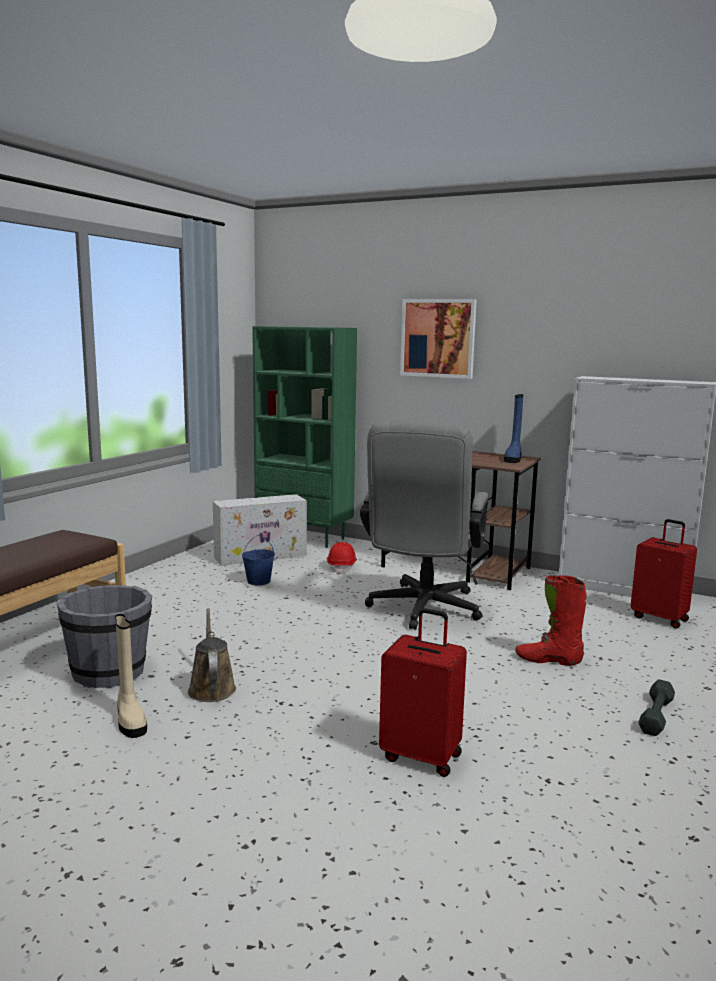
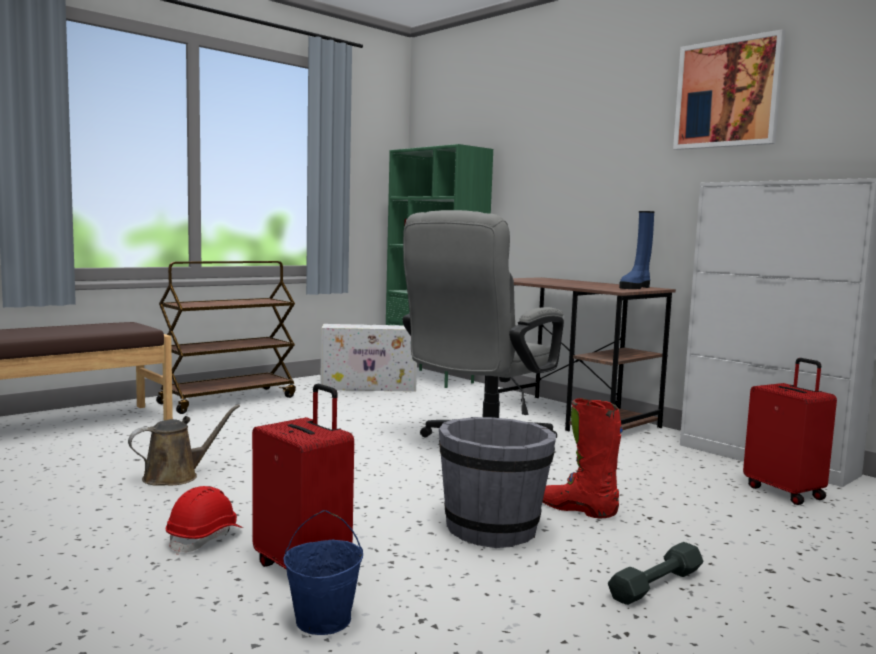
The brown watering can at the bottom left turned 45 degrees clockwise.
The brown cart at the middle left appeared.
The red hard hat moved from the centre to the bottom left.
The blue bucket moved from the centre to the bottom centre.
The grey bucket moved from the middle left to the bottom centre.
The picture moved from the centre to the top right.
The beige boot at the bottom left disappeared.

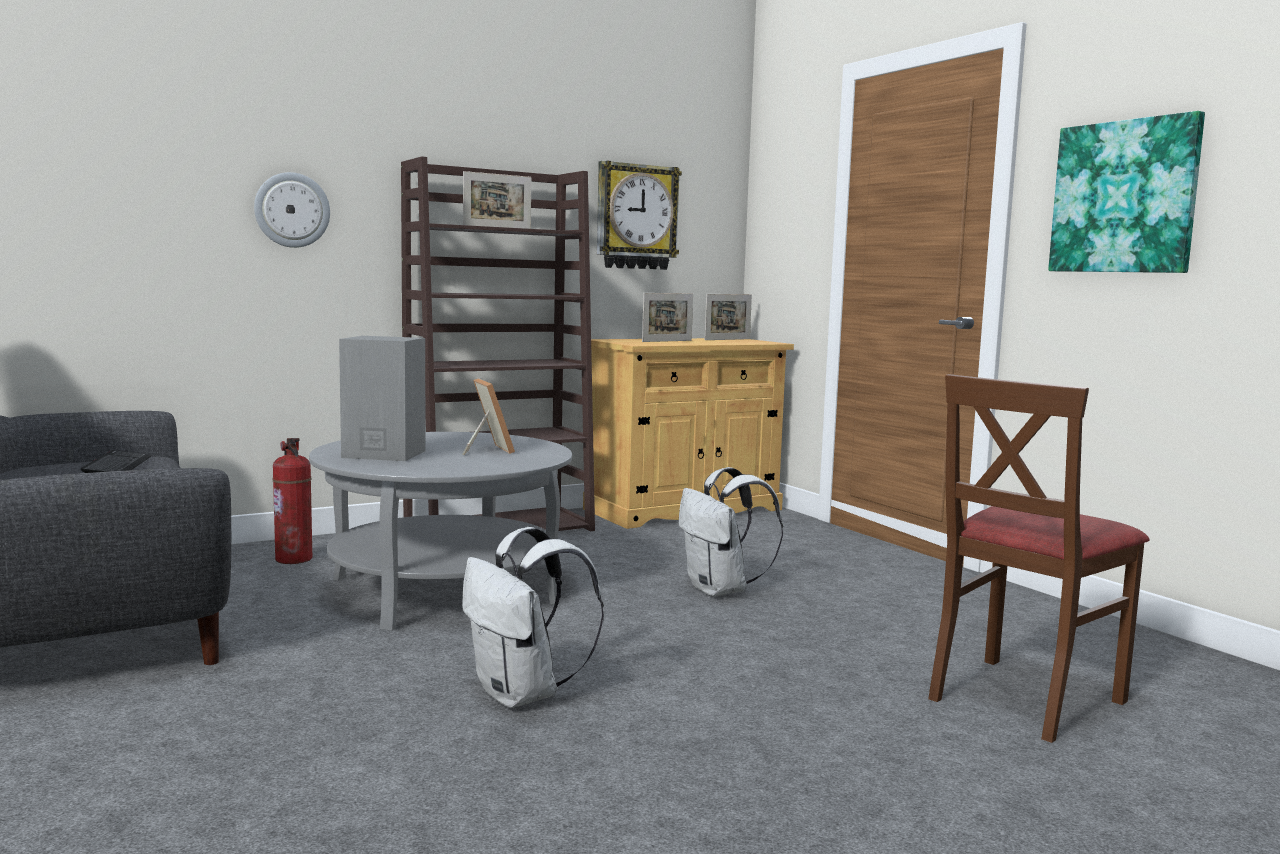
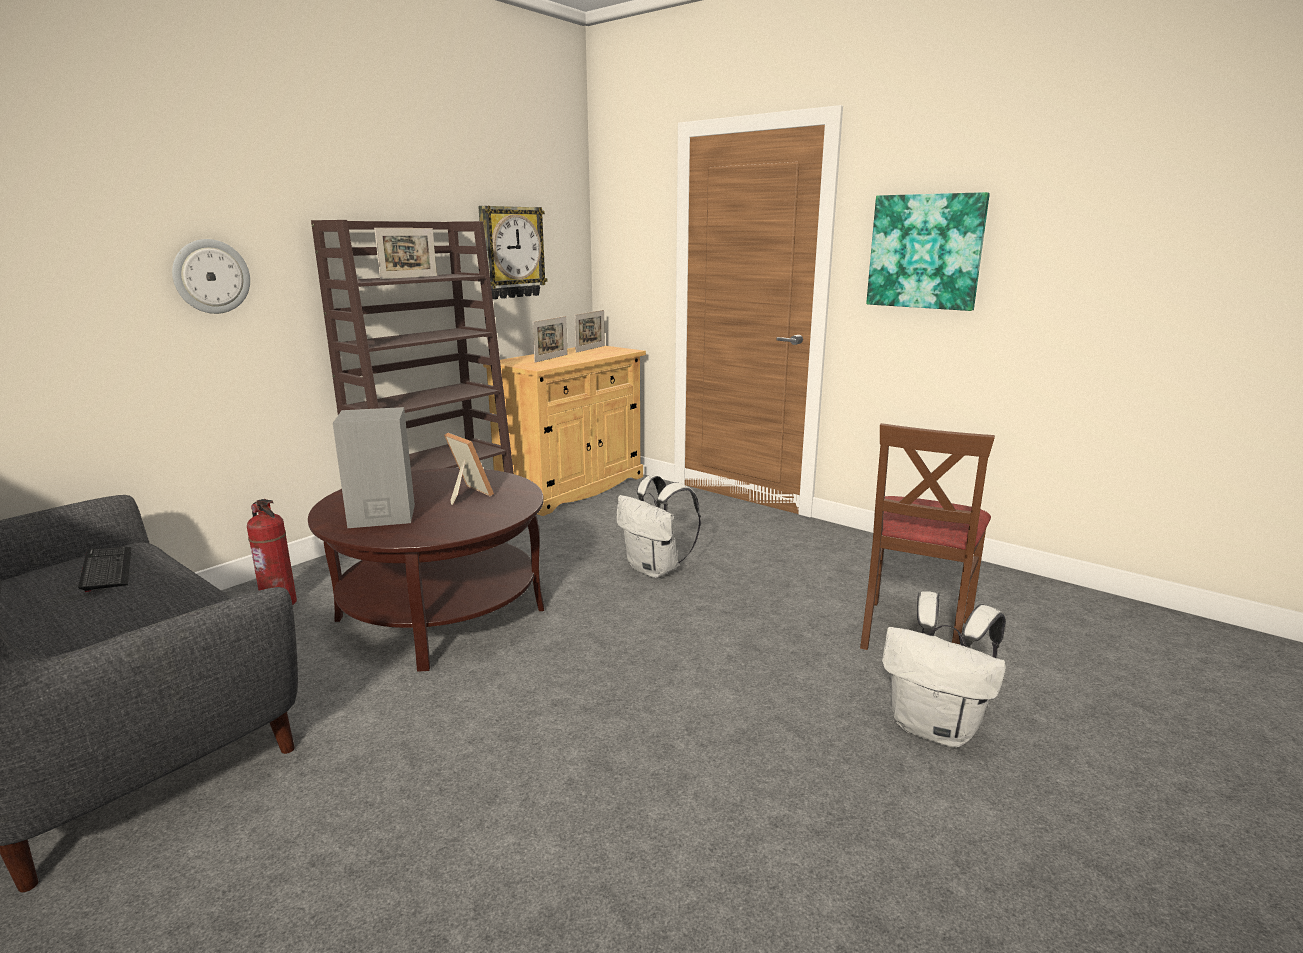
The grey coffee table at the centre became the brown coffee table at the middle left.
The white backpack (no. 1 from left in the first image) moved from the bottom centre to the bottom right.

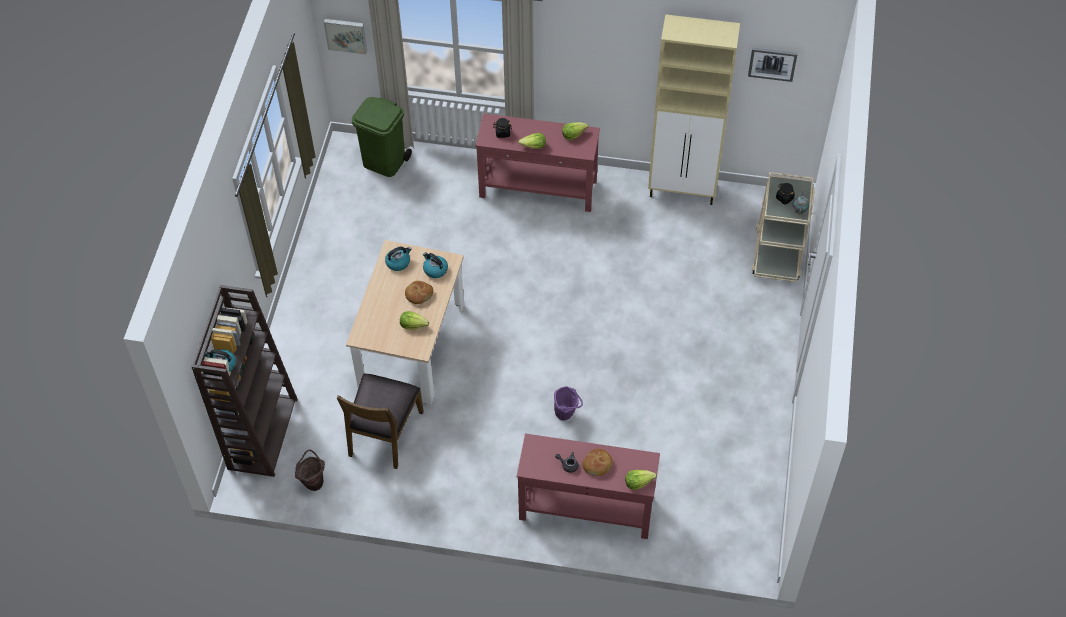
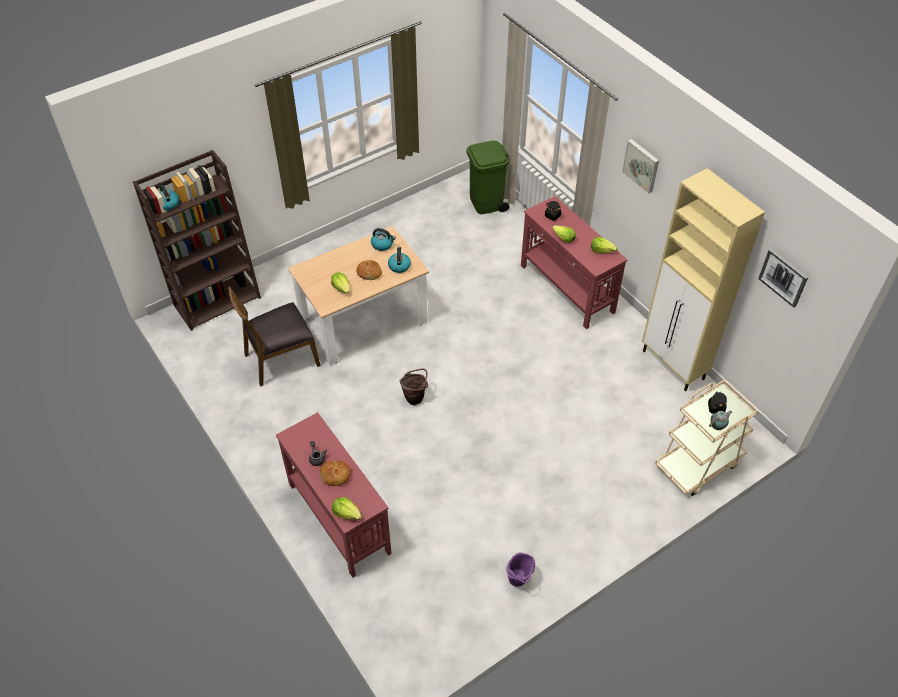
The brown bucket moved from the bottom left to the centre.
The purple bucket moved from the centre to the bottom centre.
The picture (no. 1 from left) moved from the top left to the top right.

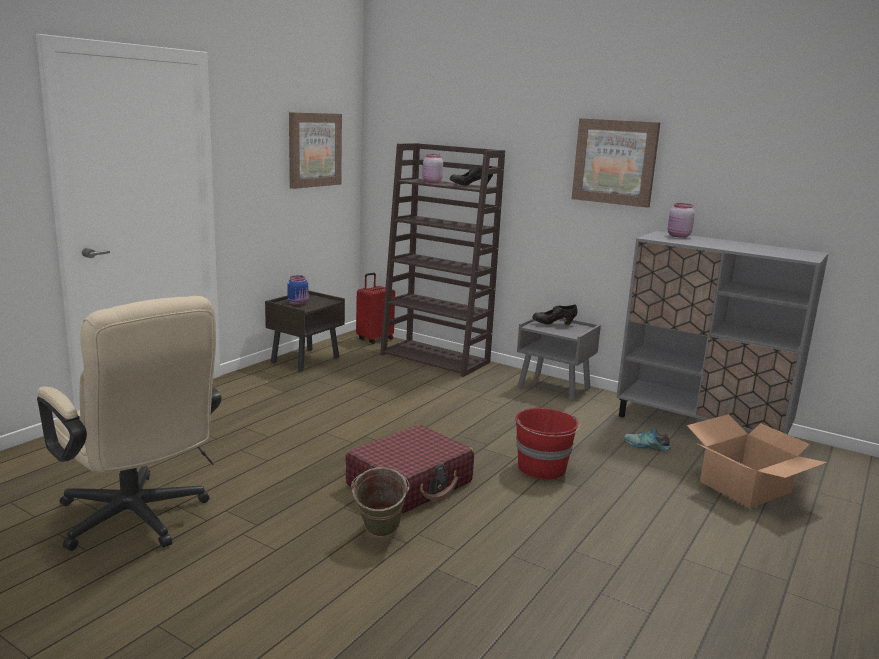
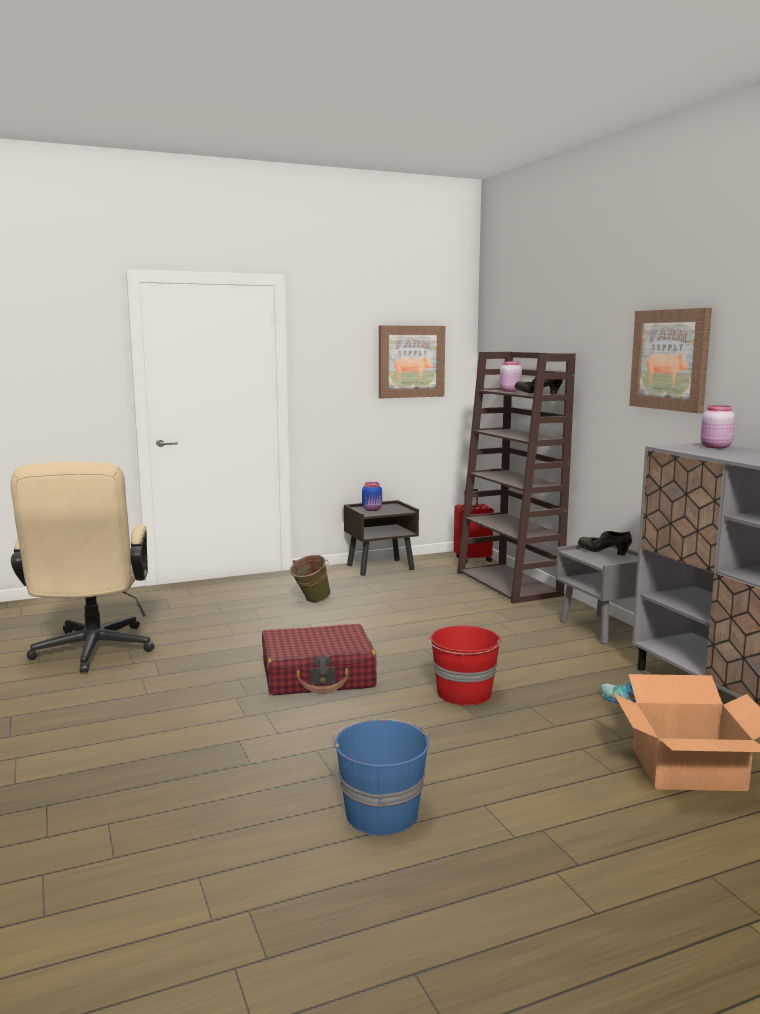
The green bucket moved from the bottom centre to the centre.
The blue bucket at the bottom centre appeared.

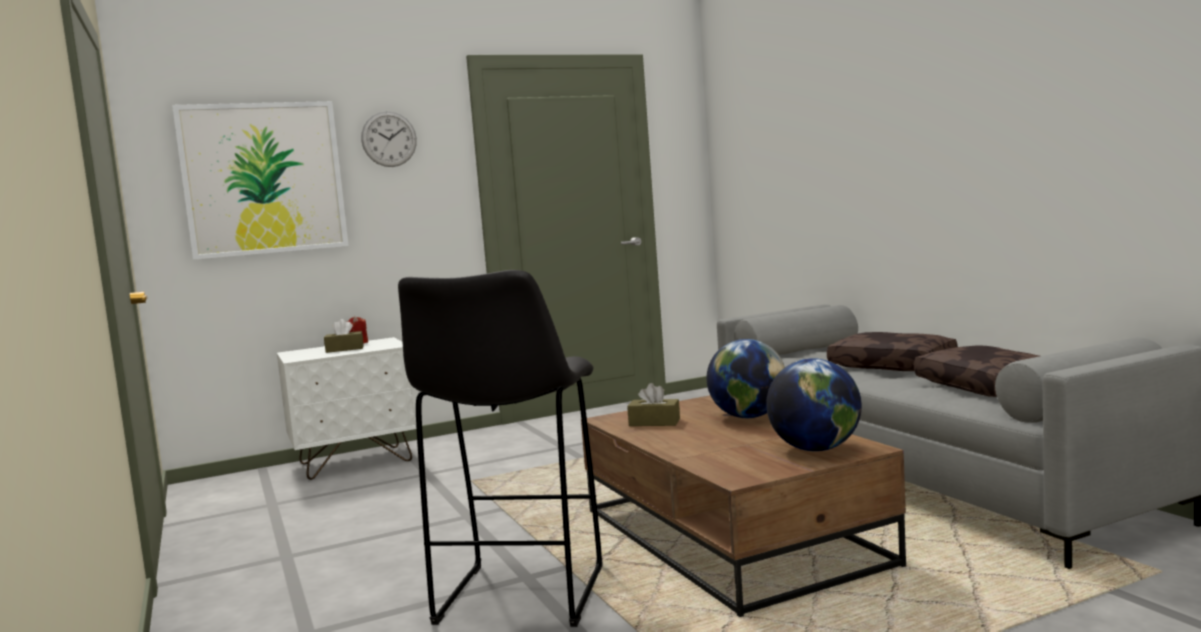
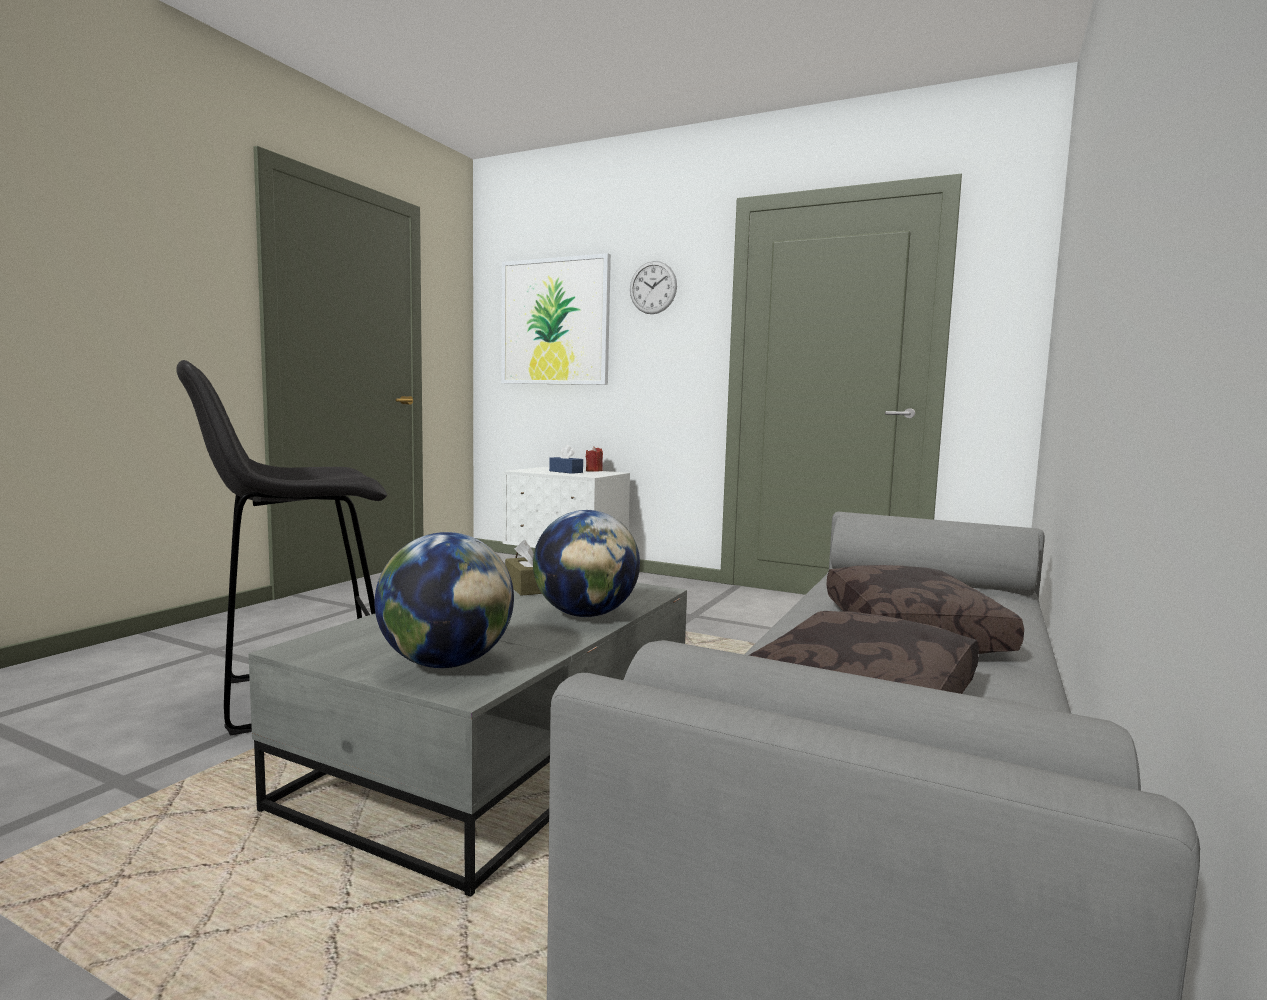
The brown coffee table at the bottom centre became the grey coffee table at the bottom centre.
The brown tissue box (no. 1 from left) at the middle left became the blue tissue box at the centre.

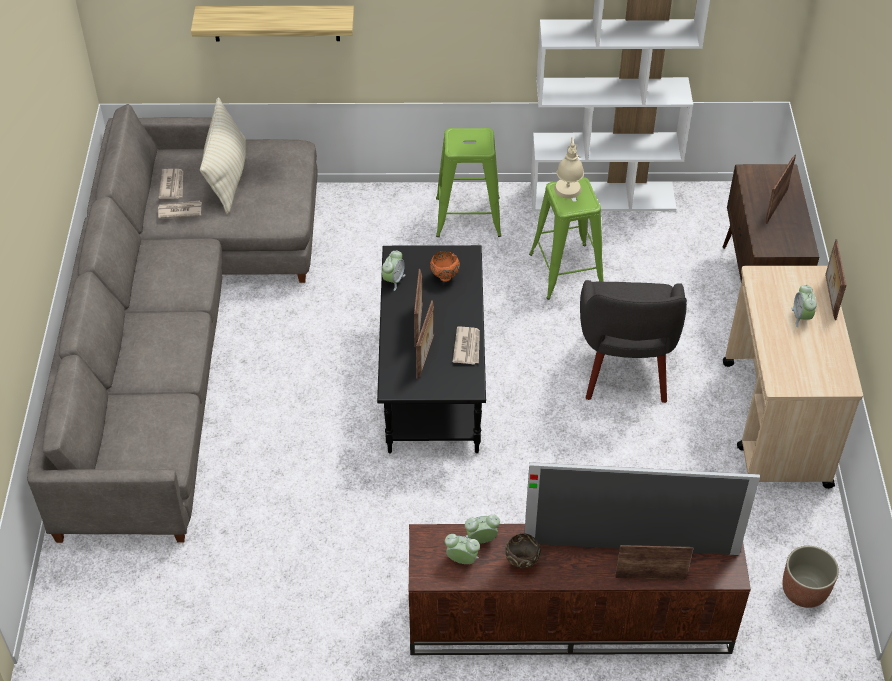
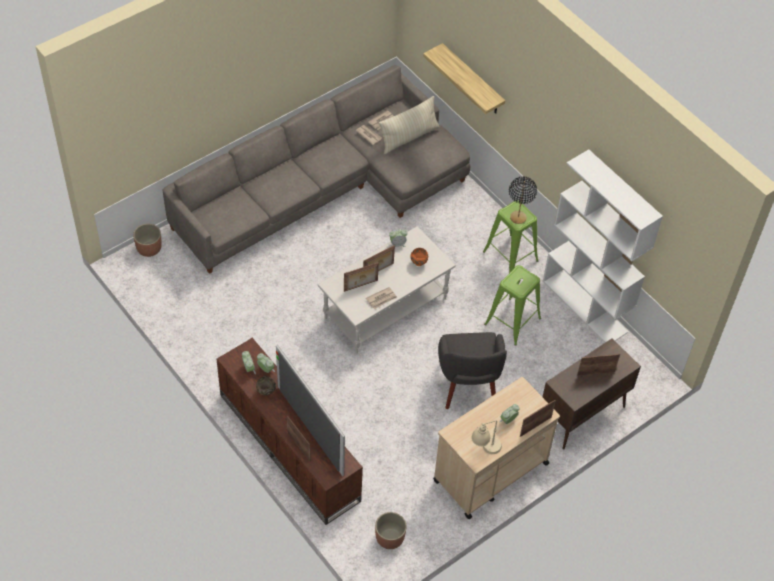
The planter (no. 1 from left) at the middle left appeared.
The black coffee table at the centre became the white coffee table at the centre.
The grey armchair at the middle right turned 60 degrees counterclockwise.
The beige table lamp moved from the top centre to the bottom centre.
The black table lamp at the middle right appeared.

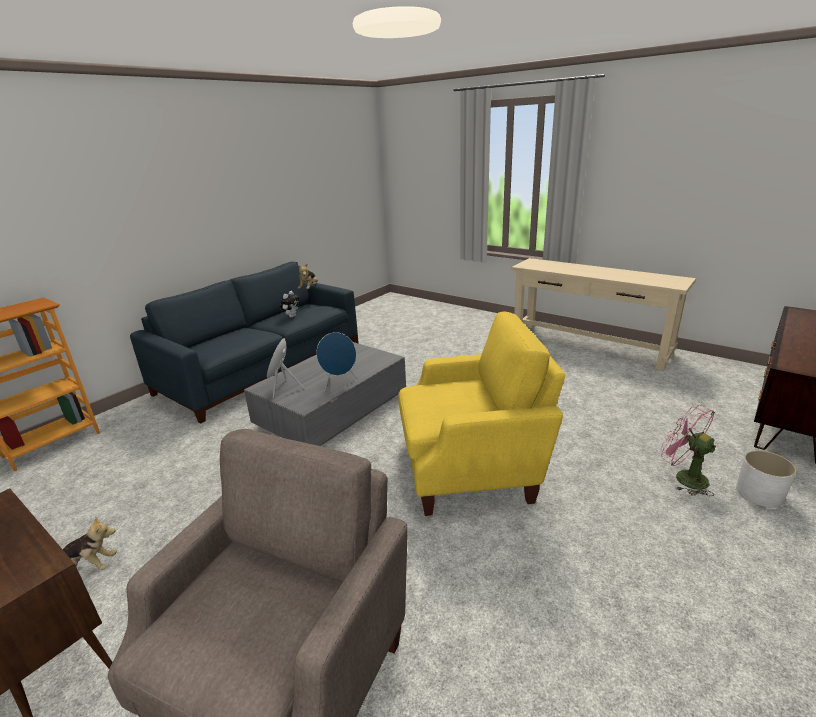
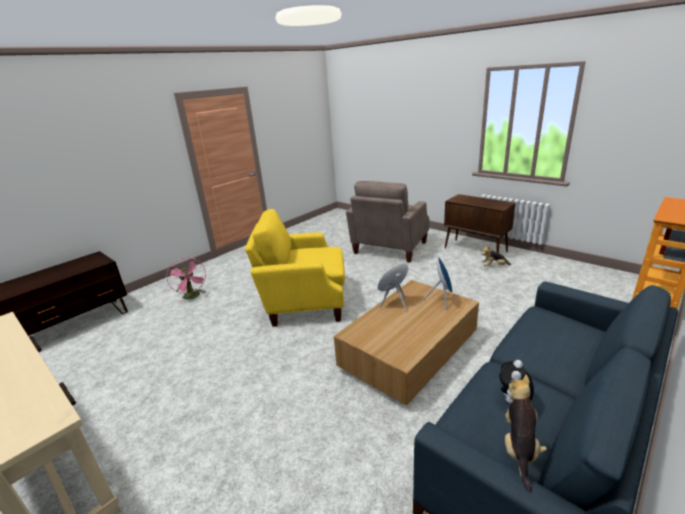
The grey coffee table at the centre became the brown coffee table at the centre.
The white planter at the bottom right disappeared.

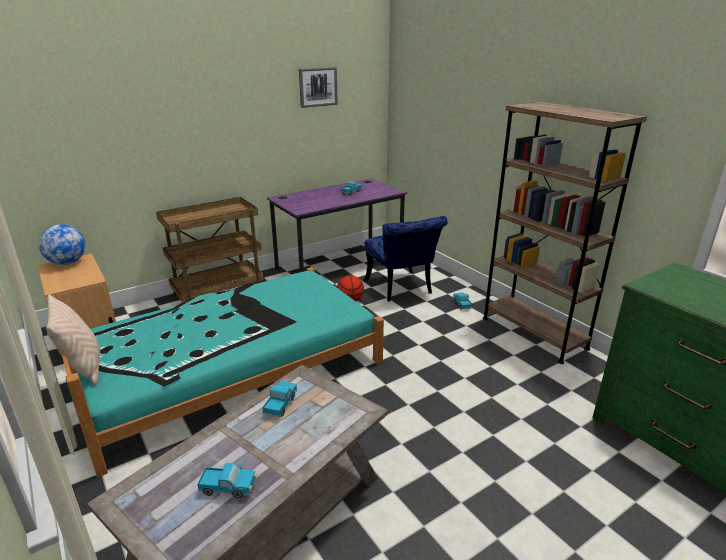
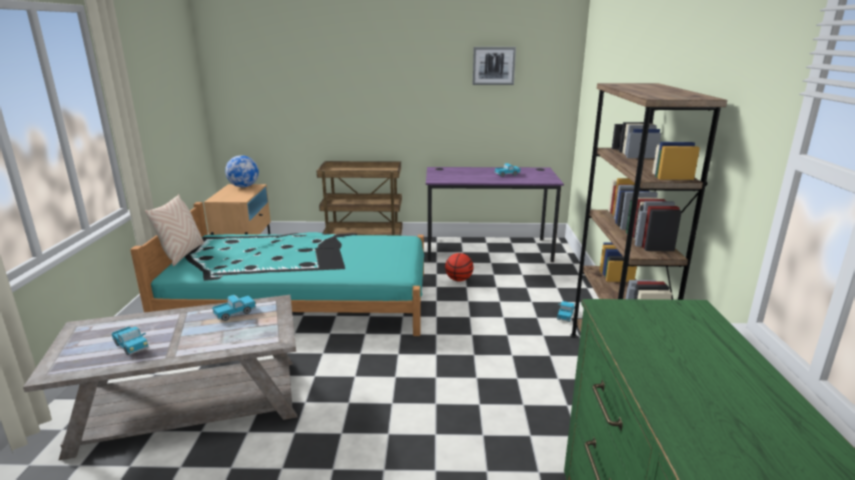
The blue chair at the centre disappeared.

